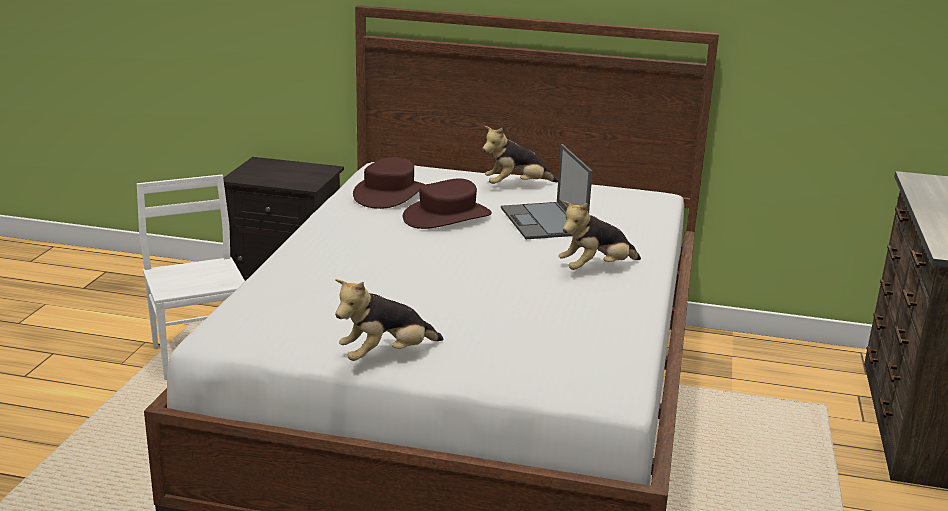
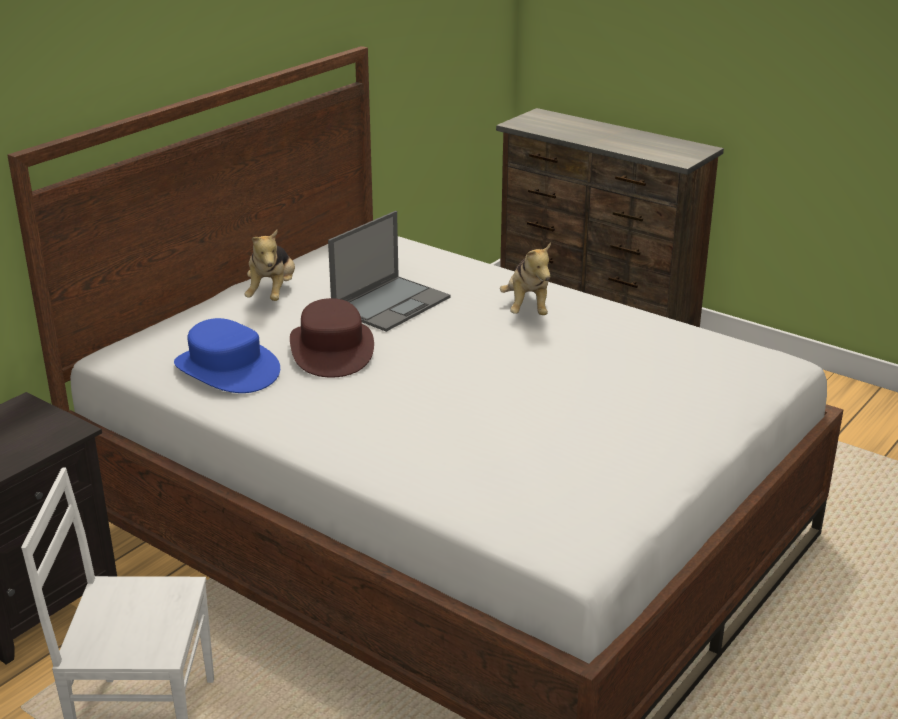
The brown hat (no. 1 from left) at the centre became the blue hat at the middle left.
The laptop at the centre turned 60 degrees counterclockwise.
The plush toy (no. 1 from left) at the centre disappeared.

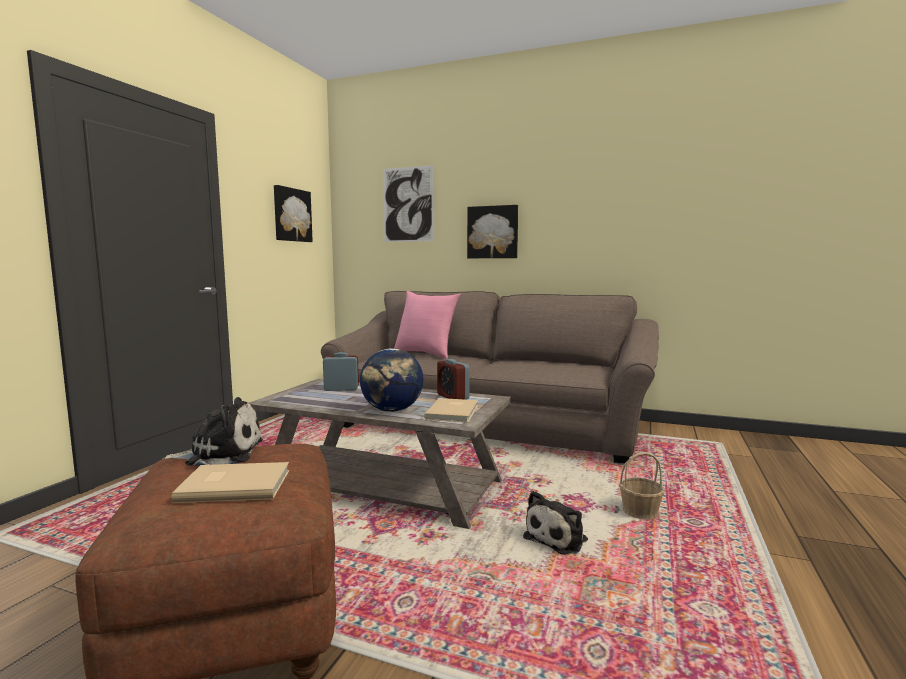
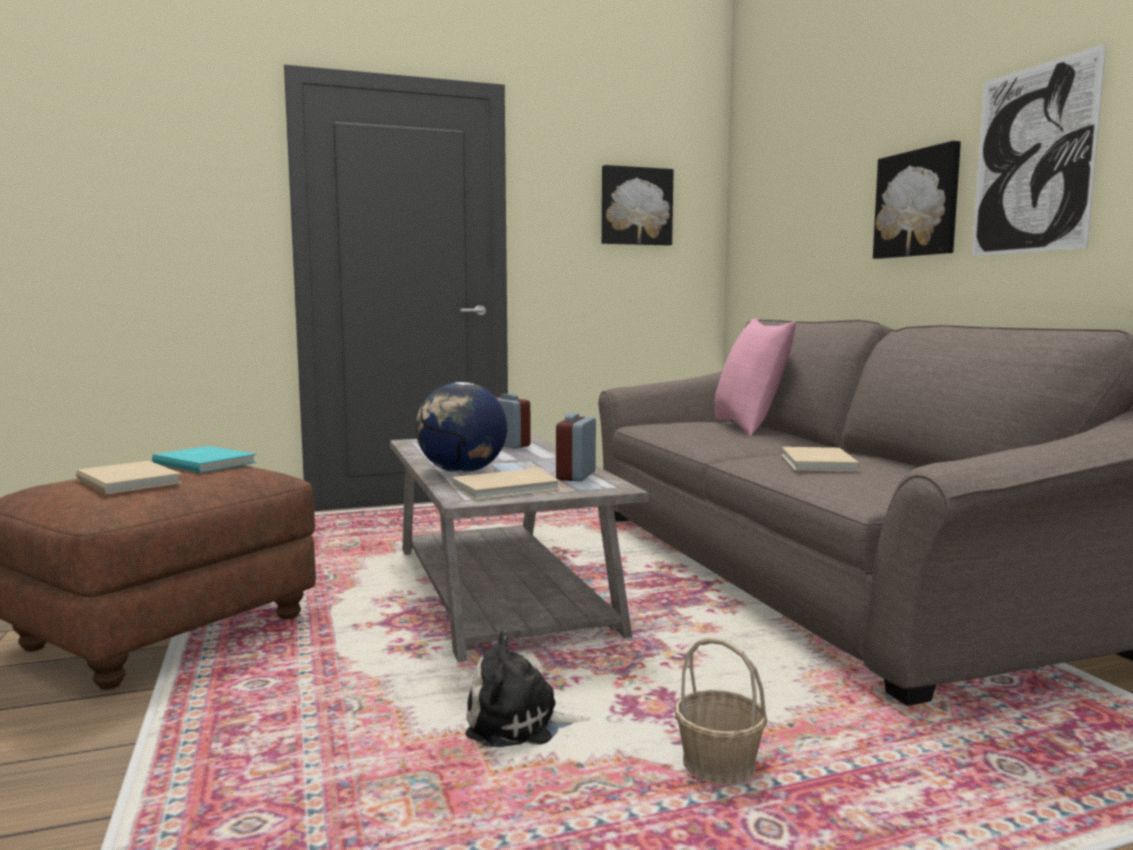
The plush toy (no. 1 from left) at the middle left was replaced by the turquoise book at the middle left.
The beige book (no. 3 from left) at the middle right appeared.
The picture (no. 2 from left in the first image) moved from the top centre to the top right.

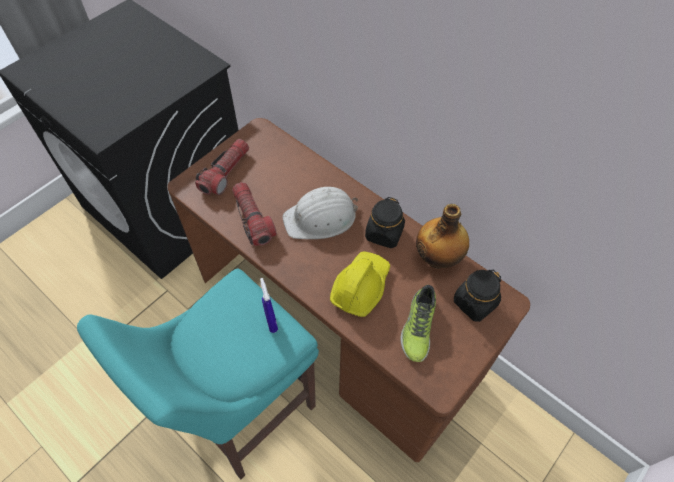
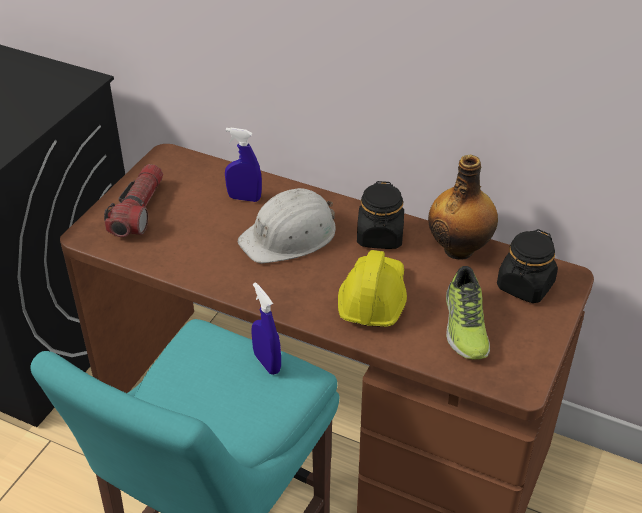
The blue spray bottle (no. 1 from left) at the top centre appeared.
The flashlight (no. 2 from left) at the centre disappeared.

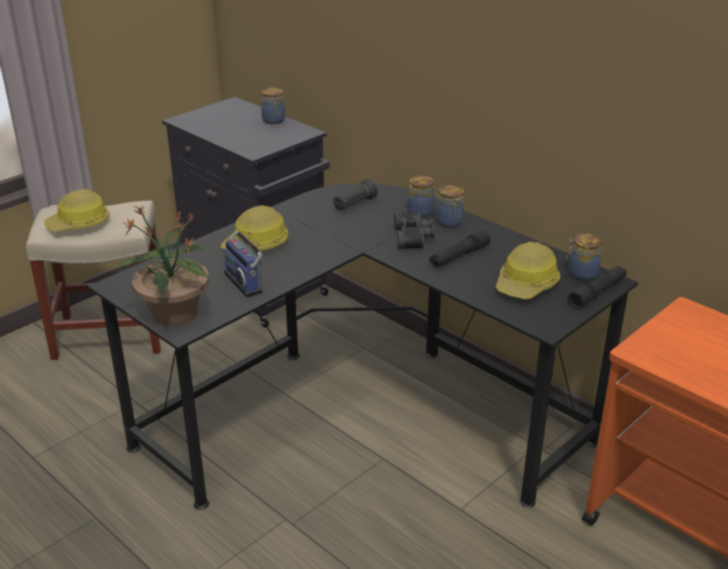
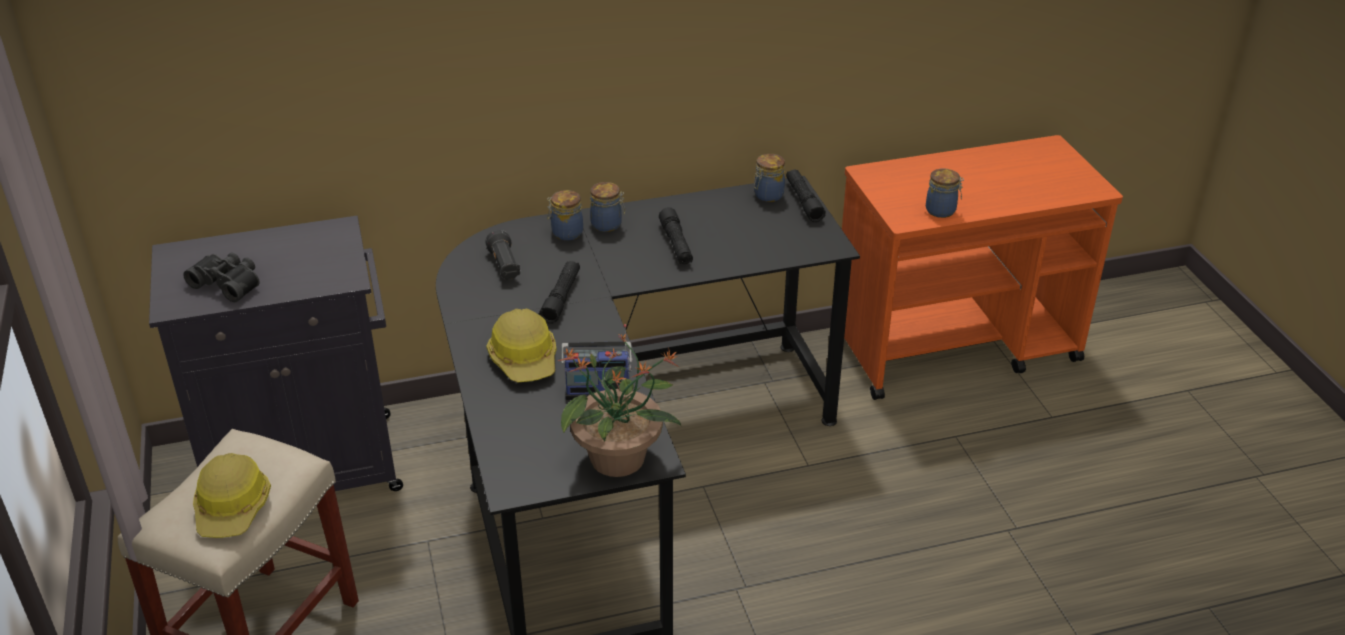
The black binoculars moved from the centre to the middle left.
The black flashlight (no. 2 from left) at the centre appeared.
The jar (no. 1 from left in the first image) moved from the top centre to the top right.
The hard hat (no. 3 from left) at the middle right disappeared.

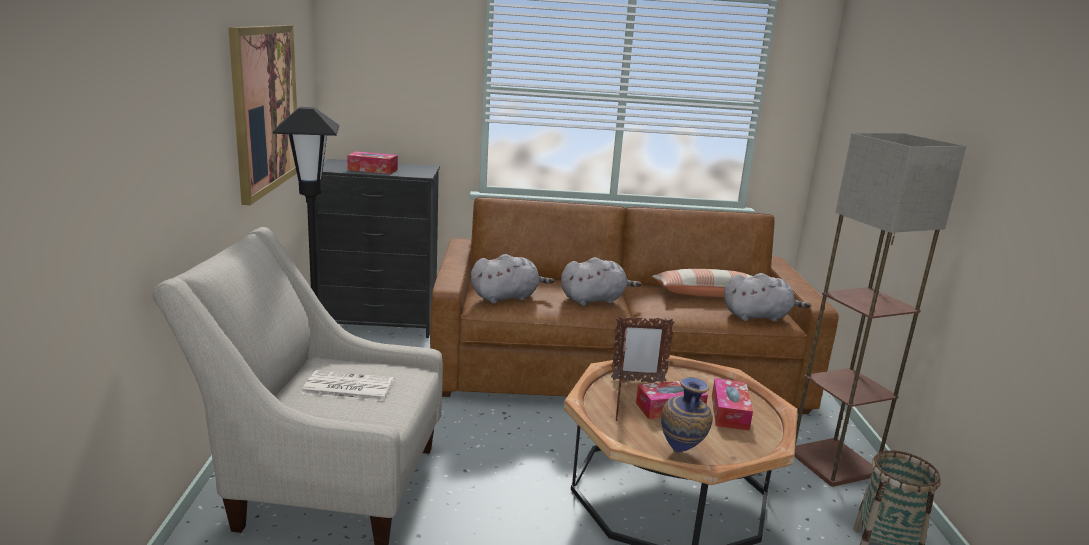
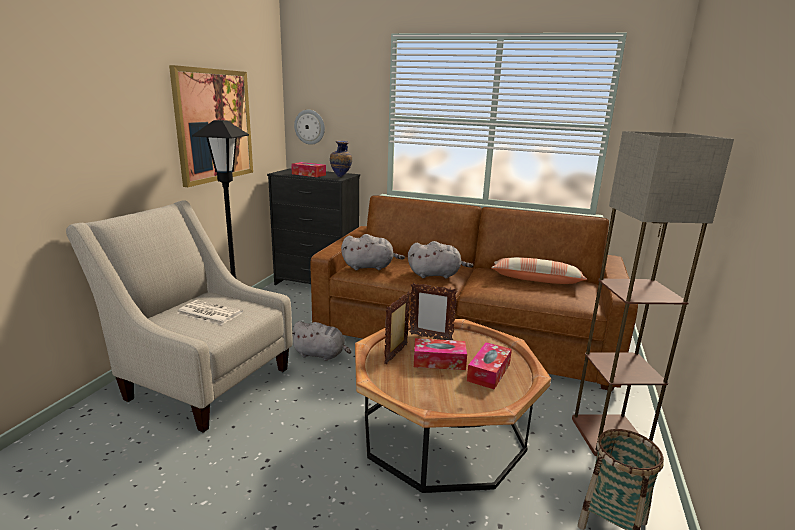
The grey plush toy (no. 3 from left in the first image) moved from the middle right to the centre.
The wall clock at the top centre appeared.
The vase moved from the bottom centre to the top centre.

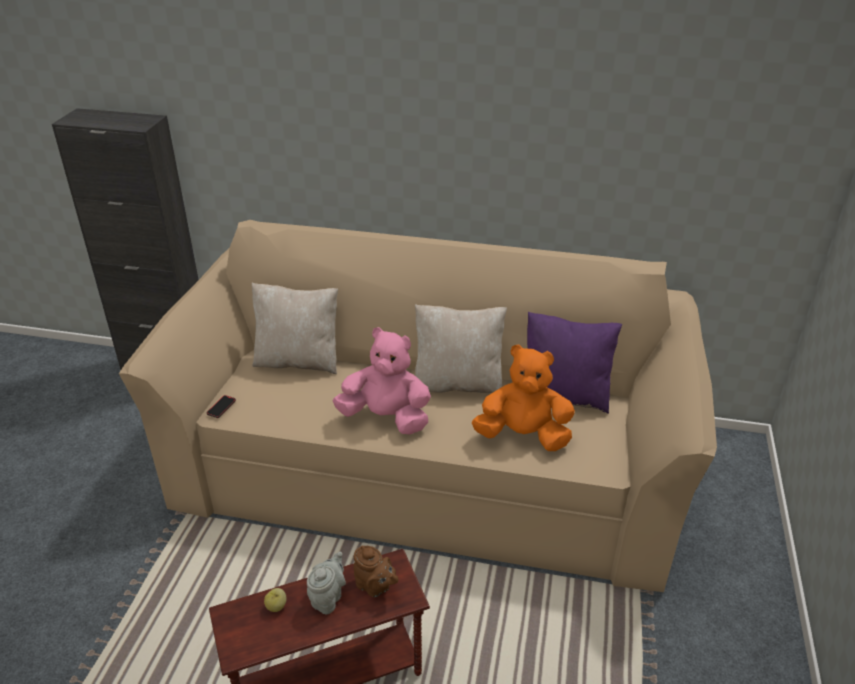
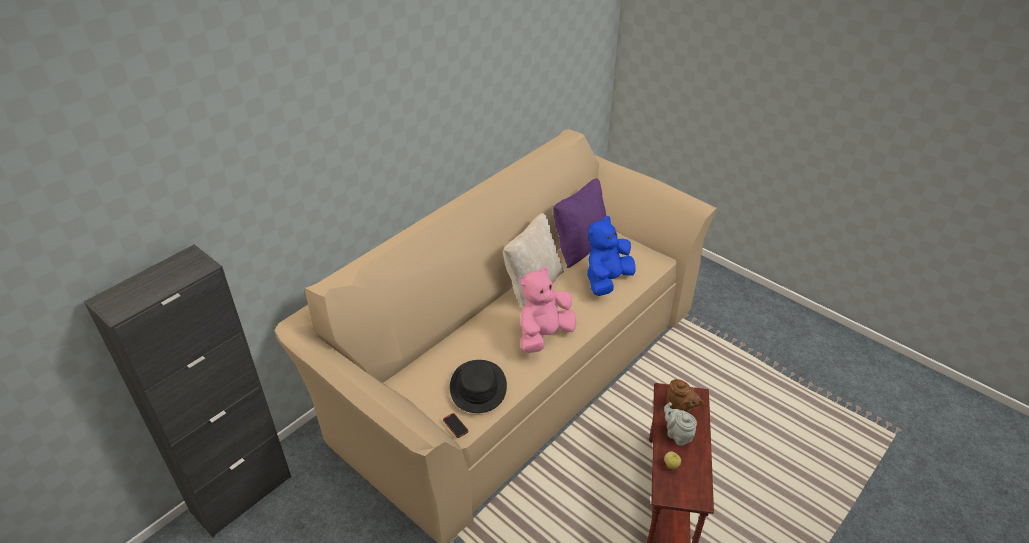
The black hat at the bottom centre appeared.
The orange plush toy at the centre became the blue plush toy at the centre.
The brown teapot at the bottom centre turned 60 degrees clockwise.
The beige pillow (no. 1 from left) at the centre disappeared.

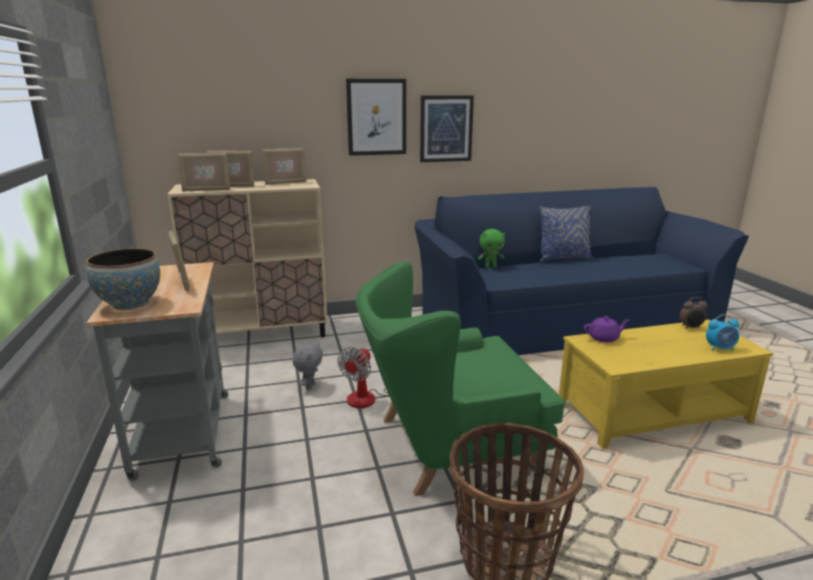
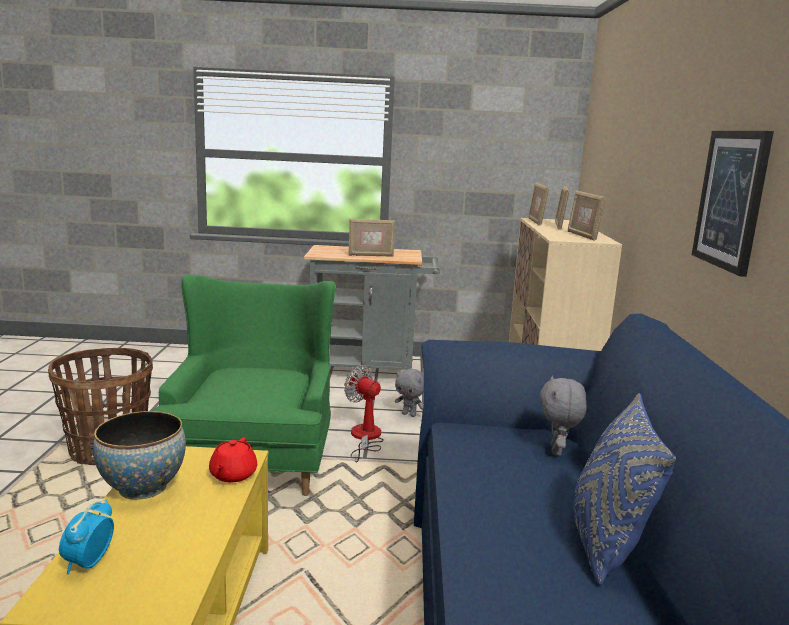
The bowl moved from the middle left to the bottom left.
The purple teapot at the middle right became the red teapot at the bottom left.
The green plush toy at the centre became the grey plush toy (no. 2 from left) at the middle right.
The picture (no. 1 from left) at the top centre disappeared.
The alarm clock (no. 1 from left) at the middle right disappeared.

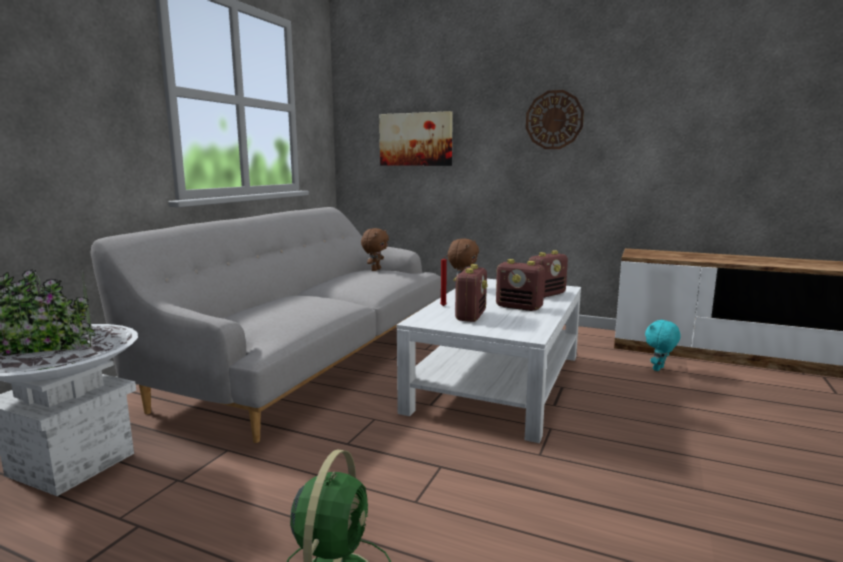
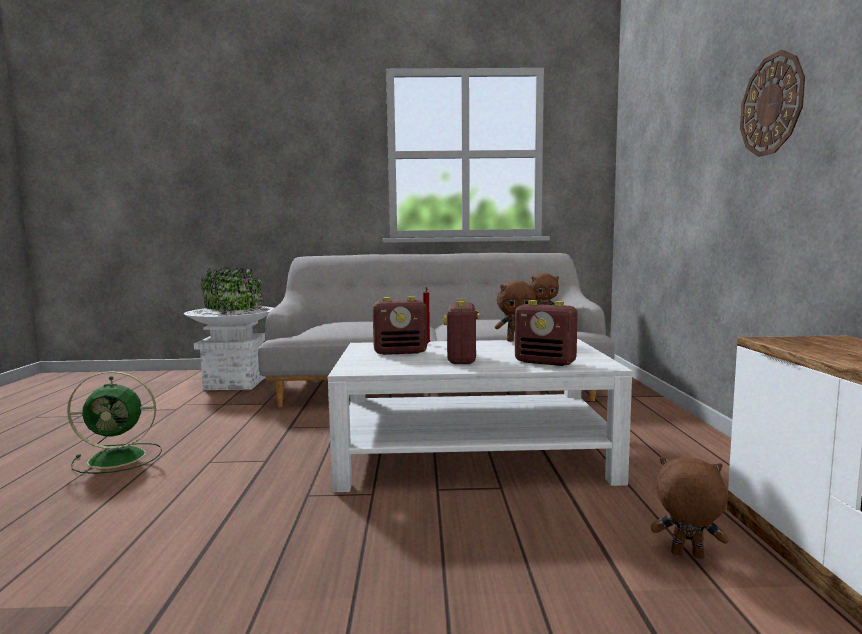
The turquoise plush toy at the middle right became the brown plush toy (no. 3 from left) at the bottom right.
The picture at the top centre disappeared.

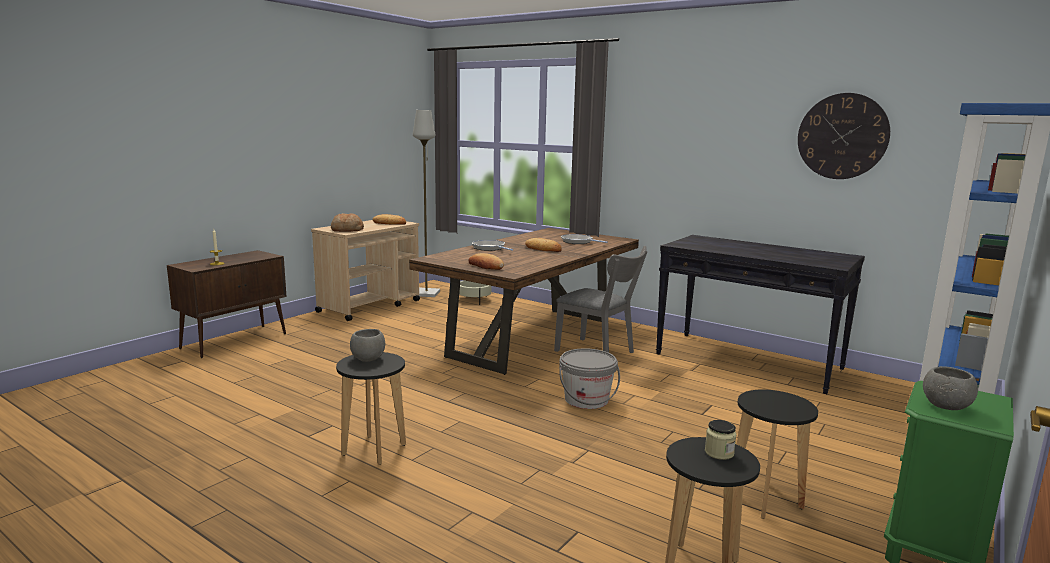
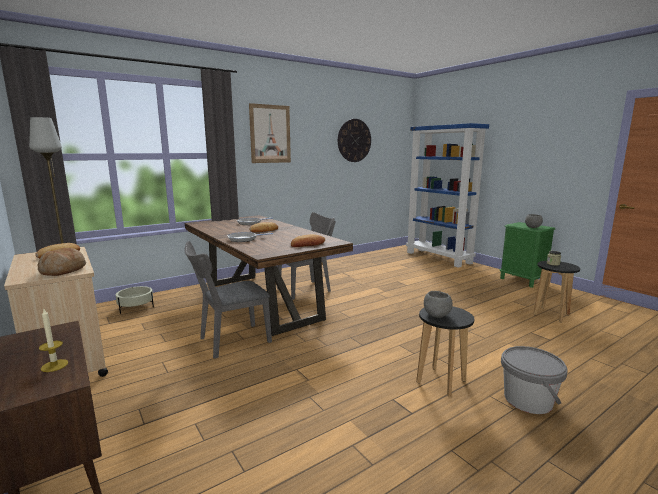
The grey chair (no. 1 from left) at the centre appeared.
The picture at the top centre appeared.
The grey bucket moved from the bottom centre to the bottom right.
The black console table at the middle right disappeared.
The black stool (no. 3 from left) at the bottom right disappeared.

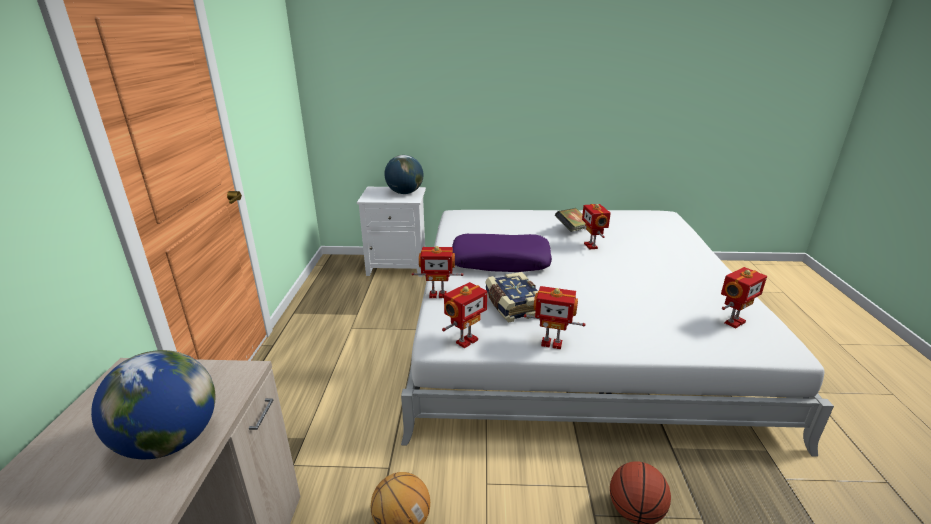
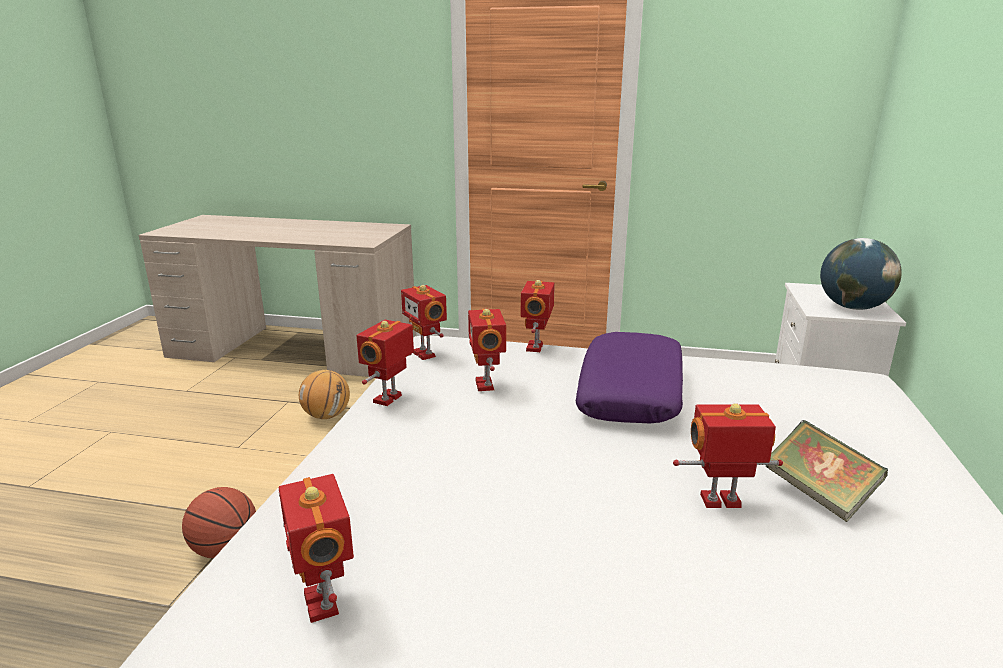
The book (no. 1 from left) at the centre was replaced by the toy robot (no. 4 from left) at the centre.
The globe (no. 1 from left) at the bottom left disappeared.

